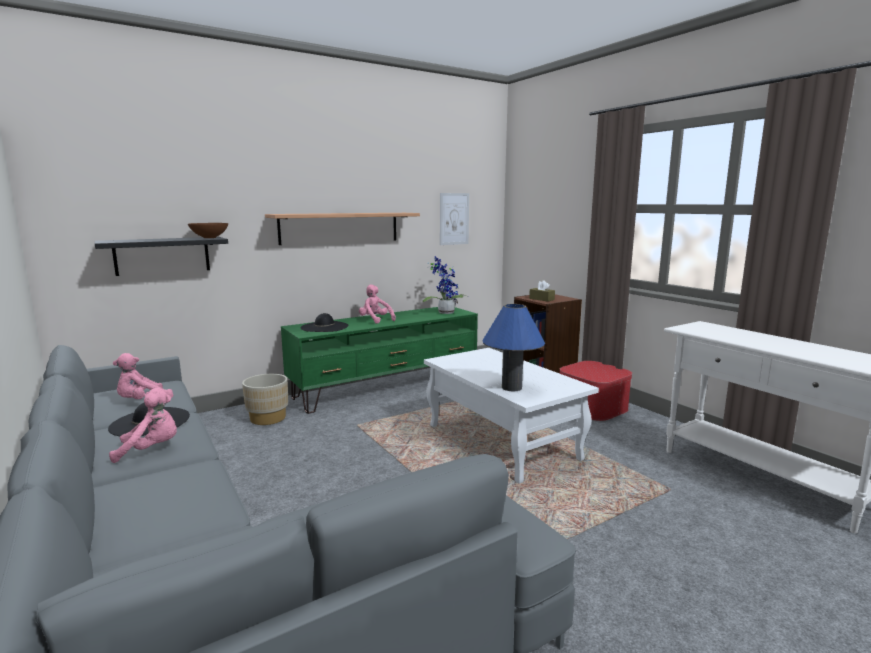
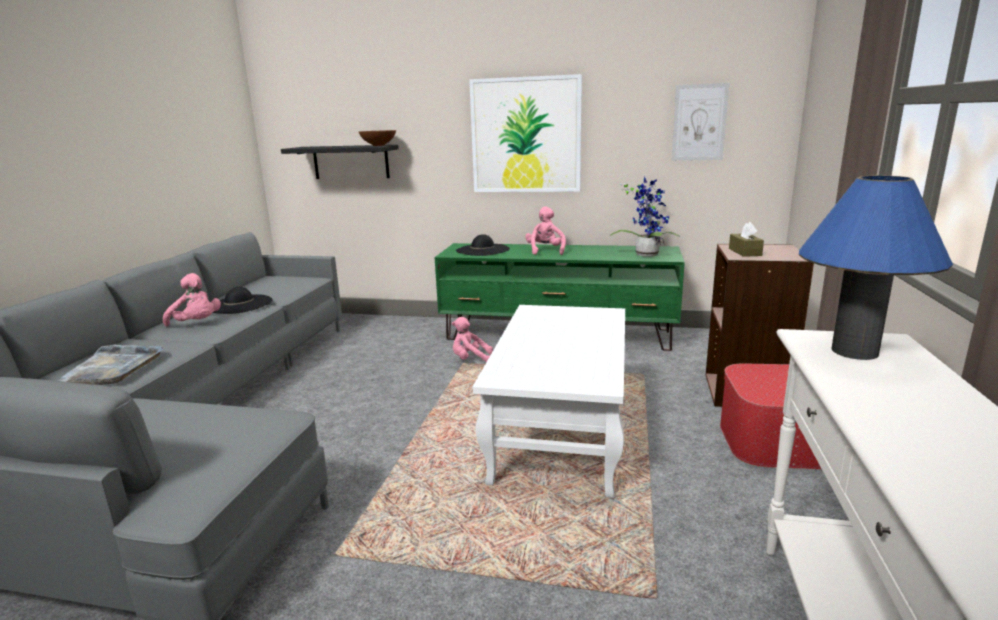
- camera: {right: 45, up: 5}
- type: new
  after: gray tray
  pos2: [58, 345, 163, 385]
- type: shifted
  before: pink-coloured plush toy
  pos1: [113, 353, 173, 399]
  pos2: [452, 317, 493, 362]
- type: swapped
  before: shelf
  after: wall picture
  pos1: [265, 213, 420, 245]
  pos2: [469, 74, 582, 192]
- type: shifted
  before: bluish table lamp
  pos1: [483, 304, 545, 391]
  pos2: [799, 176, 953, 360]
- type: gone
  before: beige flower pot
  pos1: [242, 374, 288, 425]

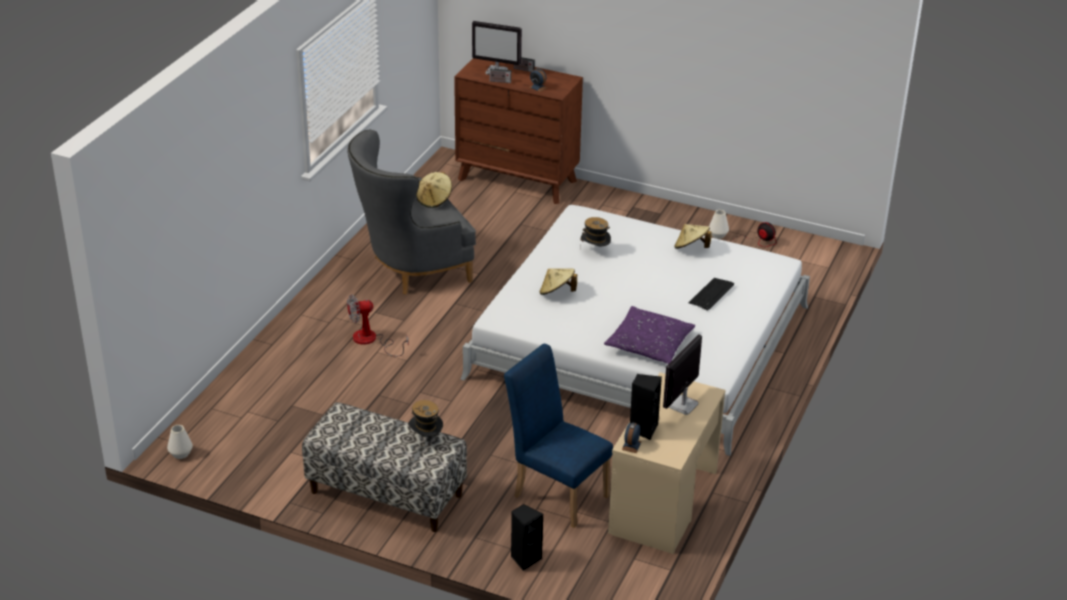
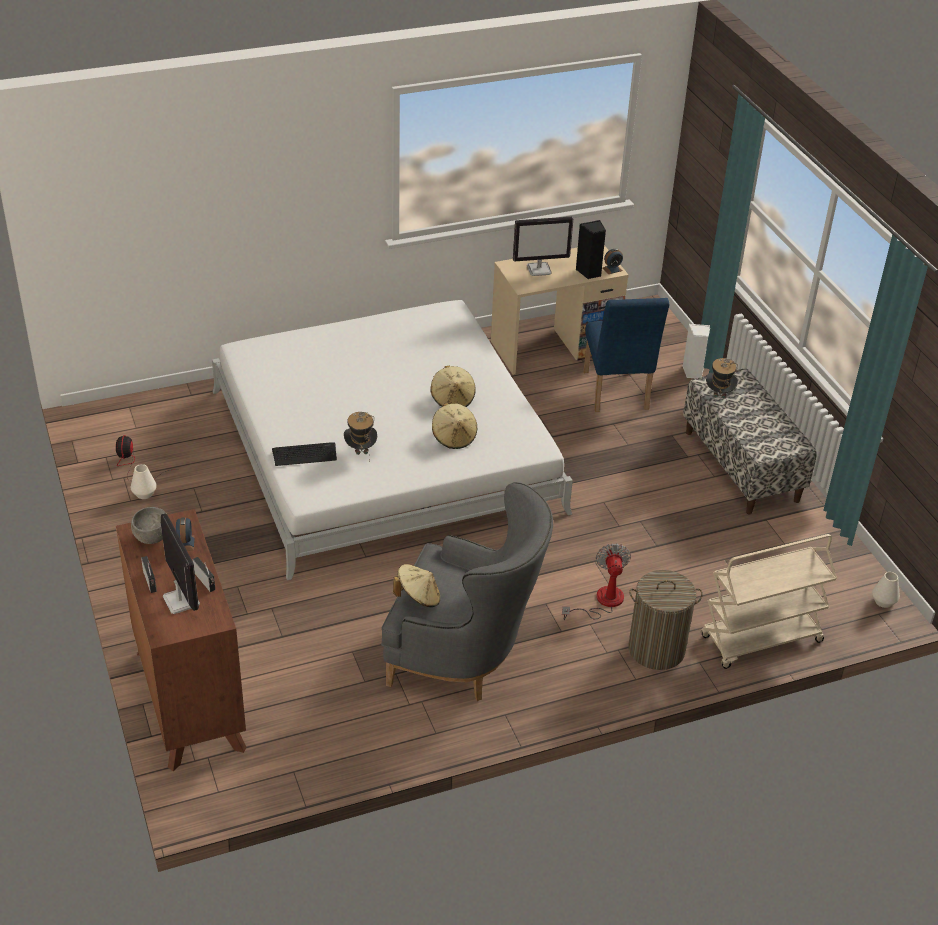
- camera: {right: -135, up: 5}
- type: new
  after: gray deep dish
  pos2: [131, 507, 165, 544]
- type: shifted
  before: PC keyboard
  pos1: [689, 278, 734, 311]
  pos2: [272, 442, 337, 466]
- type: shifted
  before: beige wearable hat
  pos1: [674, 224, 712, 249]
  pos2: [430, 366, 476, 407]
- type: rotated
  before: cooling fan
  pos1: [347, 294, 409, 357]
  pos2: [562, 543, 631, 620]
  turn: -120
- type: new
  after: hamper
  pos2: [629, 570, 703, 670]
- type: repainted
  before: black-coloured audio speaker
  after: white audio speaker
  pos1: [511, 504, 543, 571]
  pos2: [682, 324, 710, 378]
- type: new
  after: beige wheeled cart
  pos2: [701, 534, 837, 669]
- type: gone
  before: purple-coloured throw pillow
  pos1: [604, 306, 695, 364]

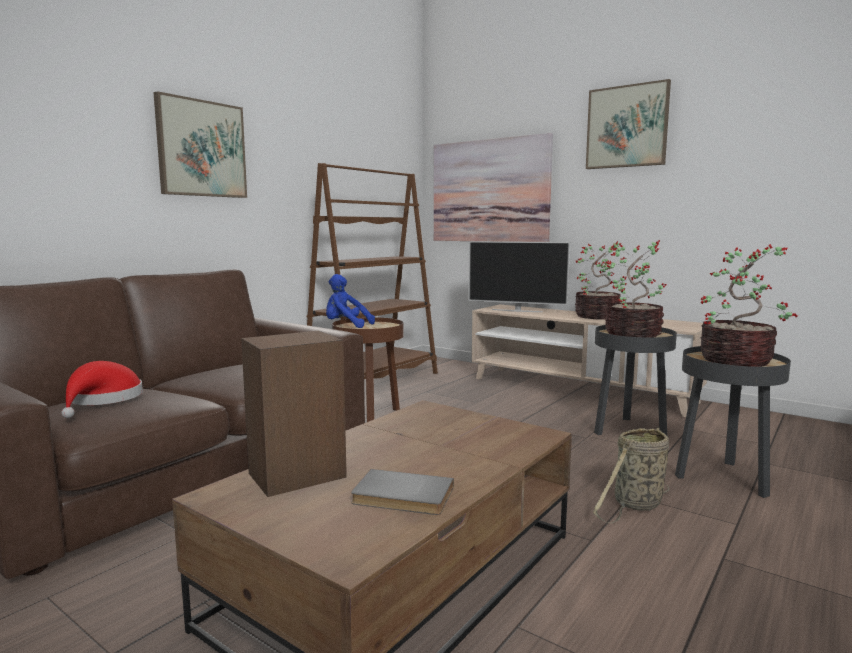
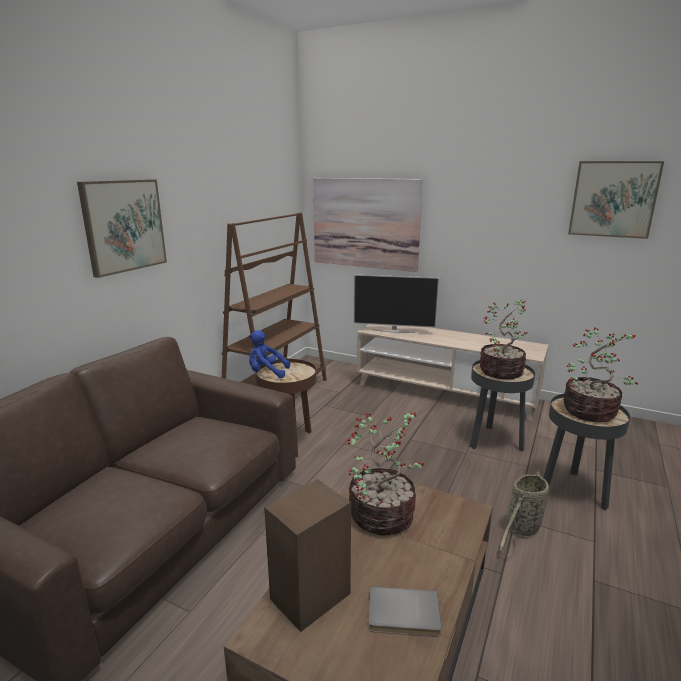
- camera: {right: -10, up: 10}
- type: shifted
  before: potted plant
  pos1: [574, 241, 627, 320]
  pos2: [345, 412, 424, 536]
- type: shifted
  before: wall picture
  pos1: [586, 79, 671, 169]
  pos2: [568, 161, 664, 239]
- type: gone
  before: reddish wearable hat
  pos1: [61, 361, 143, 418]

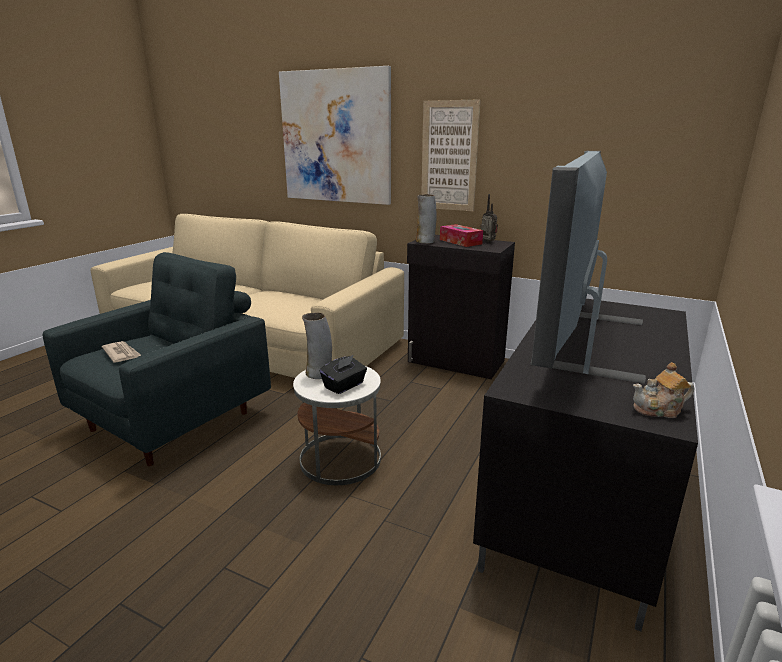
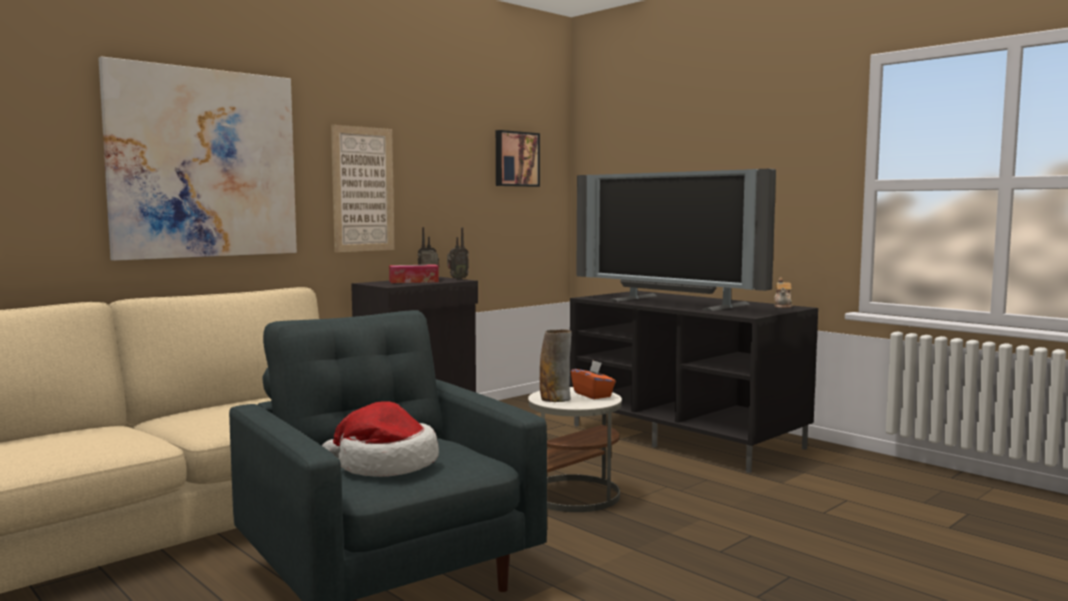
- camera: {right: -70, up: -15}
- type: swapped
  before: newspaper
  after: wearable hat
  pos1: [102, 341, 142, 363]
  pos2: [322, 401, 439, 477]
- type: new
  after: radio receiver
  pos2: [447, 227, 469, 280]
- type: new
  after: wall picture
  pos2: [496, 130, 540, 187]
- type: repainted
  before: black-coloured tissue holder
  after: orangey tissue holder
  pos1: [320, 355, 367, 394]
  pos2: [571, 360, 616, 399]
- type: gone
  before: flower vase
  pos1: [415, 194, 436, 244]

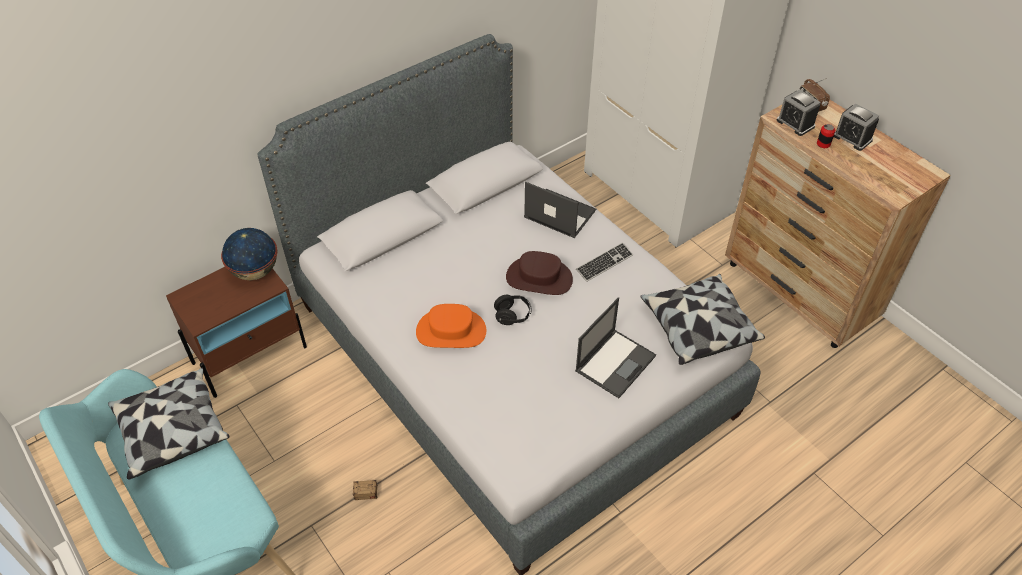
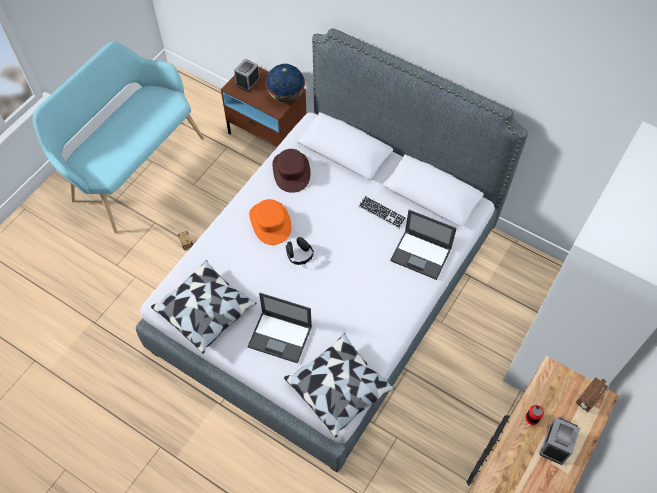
- camera: {right: 70, up: 10}
- type: shifted
  before: throw pillow
  pos1: [108, 368, 230, 479]
  pos2: [151, 260, 256, 354]
- type: shifted
  before: bedside clock
  pos1: [776, 89, 821, 136]
  pos2: [234, 59, 260, 92]
- type: shifted
  before: brown wearable hat
  pos1: [506, 251, 573, 295]
  pos2: [273, 149, 310, 193]
- type: shifted
  before: PC keyboard
  pos1: [576, 242, 633, 282]
  pos2: [358, 196, 407, 229]
- type: rotated
  before: notebook computer
  pos1: [524, 181, 596, 238]
  pos2: [390, 210, 457, 280]
  turn: 105

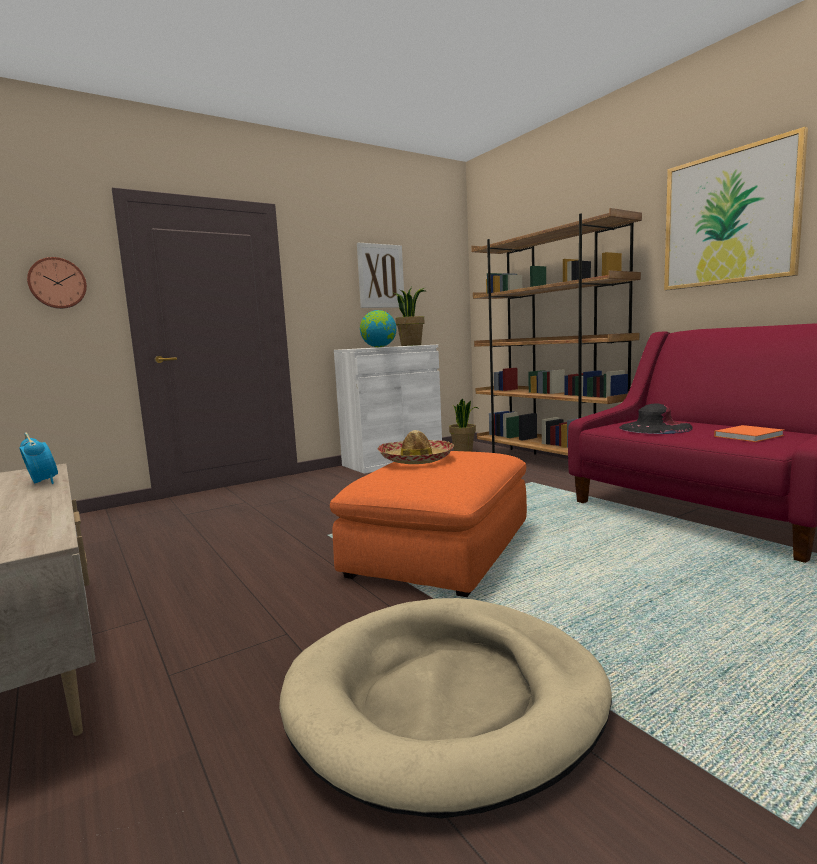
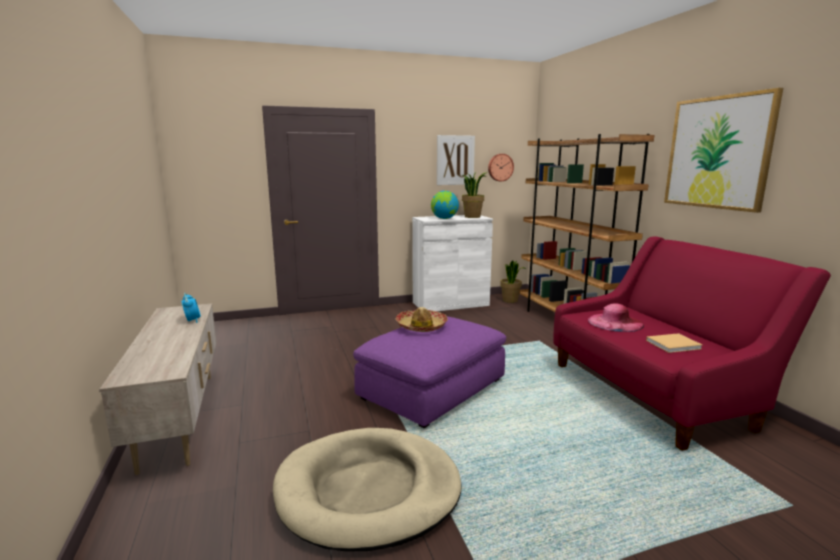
- camera: {right: 15, up: 5}
- type: repainted
  before: orangey ottoman
  after: purple-coloured ottoman
  pos1: [330, 451, 527, 597]
  pos2: [353, 316, 506, 428]
- type: shifted
  before: wall clock
  pos1: [27, 257, 87, 309]
  pos2: [488, 154, 514, 181]
- type: repainted
  before: black-coloured wearable hat
  after: pink-coloured wearable hat
  pos1: [620, 403, 693, 434]
  pos2: [588, 303, 644, 332]
- type: repainted
  before: orangey book
  after: beige book
  pos1: [714, 425, 784, 442]
  pos2: [646, 333, 702, 353]

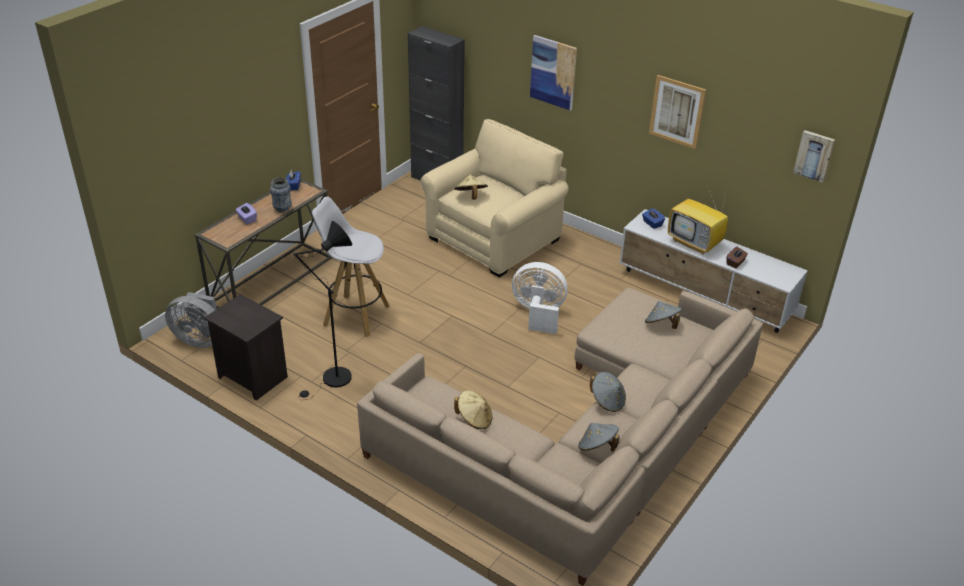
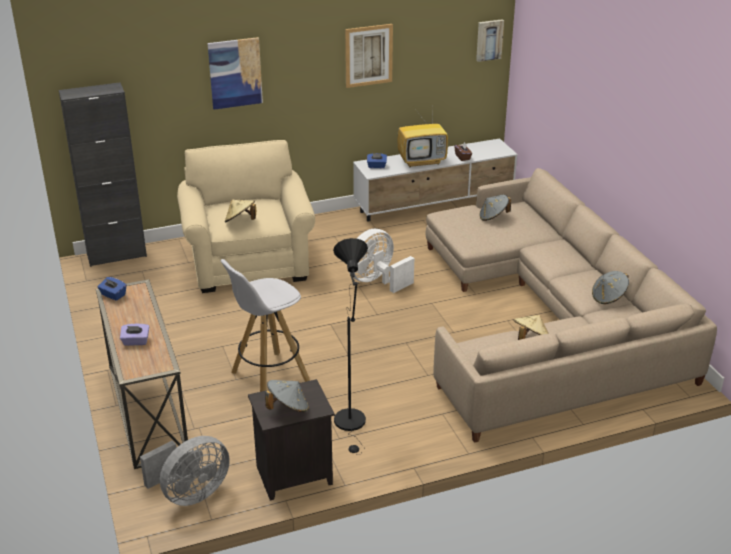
- camera: {right: -55, up: -5}
- type: shifted
  before: gray wearable hat
  pos1: [590, 372, 626, 412]
  pos2: [265, 380, 309, 412]
- type: gone
  before: flower vase
  pos1: [270, 177, 292, 213]

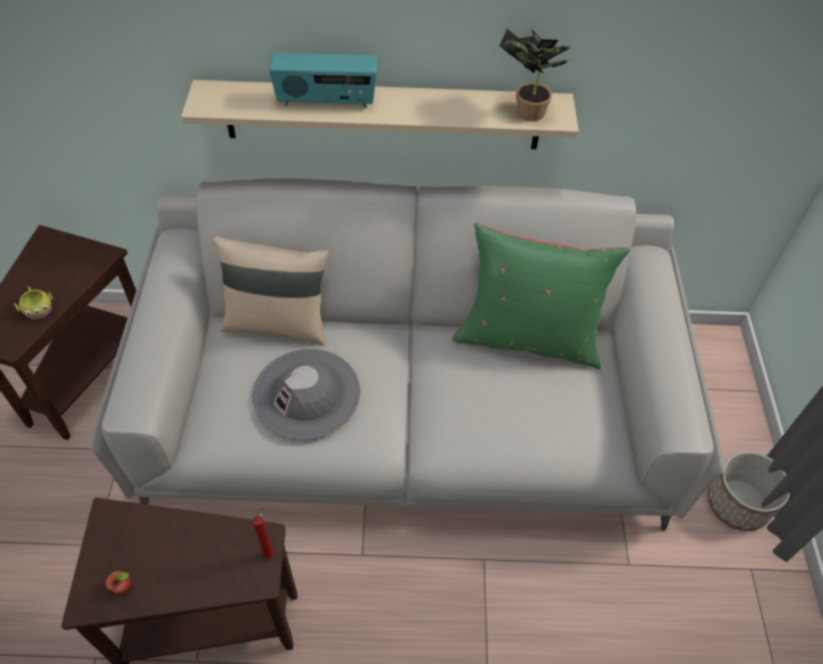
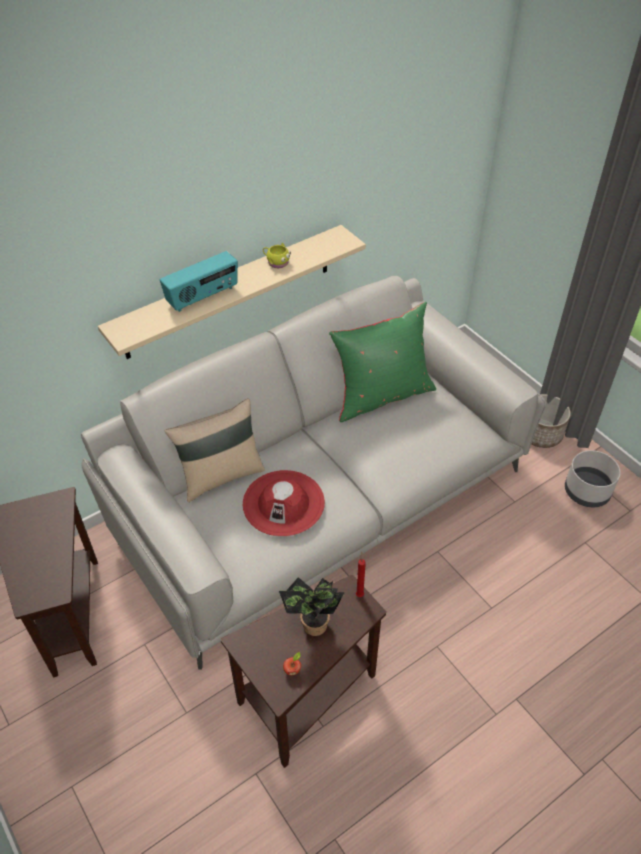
- camera: {right: -35, up: -5}
- type: repainted
  before: gray wearable hat
  after: reddish wearable hat
  pos1: [253, 349, 360, 440]
  pos2: [243, 470, 325, 537]
- type: shifted
  before: yellow-coloured tea mug
  pos1: [14, 286, 53, 320]
  pos2: [263, 243, 291, 268]
- type: shifted
  before: potted plant
  pos1: [499, 29, 571, 121]
  pos2: [279, 577, 345, 636]
- type: new
  after: gray flower pot
  pos2: [565, 450, 621, 507]

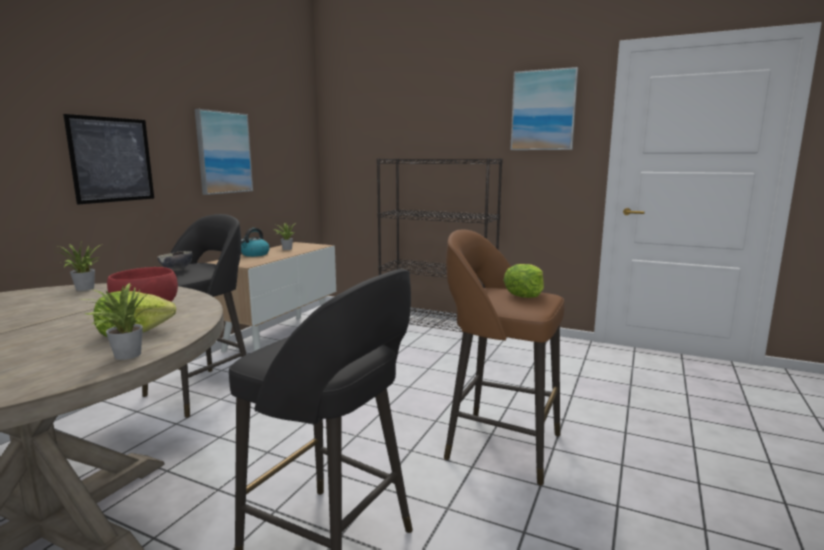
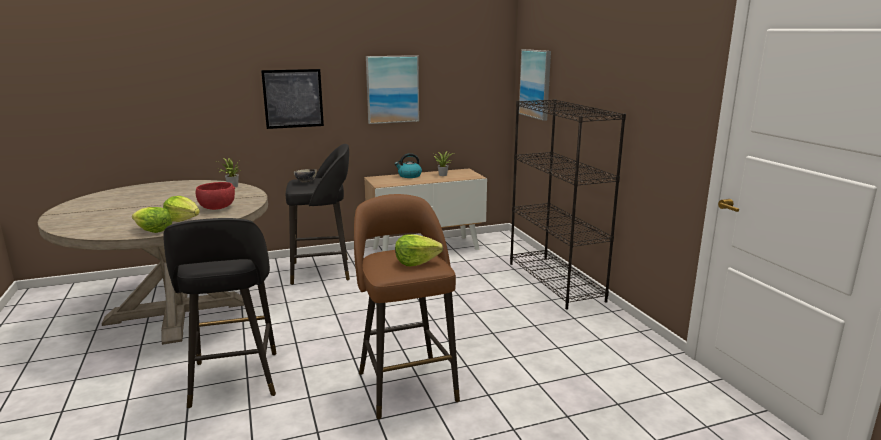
- camera: {right: 45, up: 5}
- type: swapped
  before: potted plant
  after: lettuce head
  pos1: [77, 283, 154, 360]
  pos2: [132, 207, 172, 233]
- type: shifted
  before: wall picture
  pos1: [510, 67, 578, 150]
  pos2: [519, 49, 551, 121]

